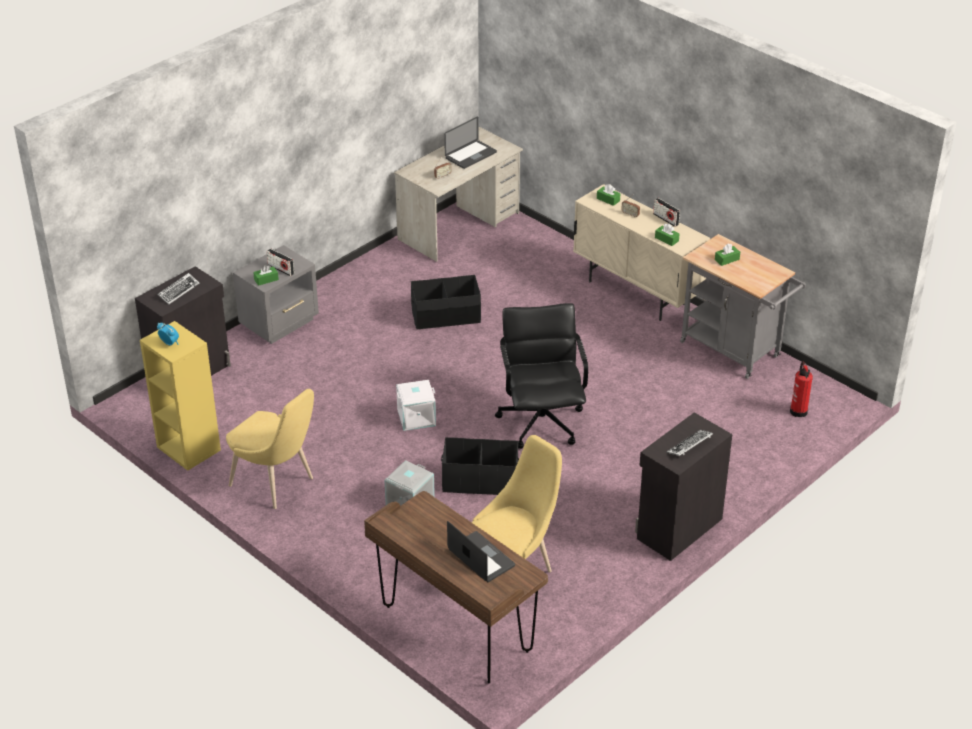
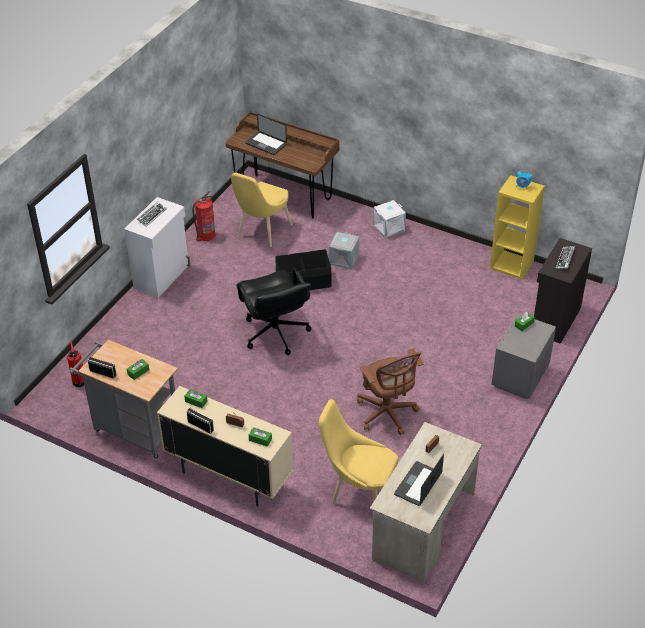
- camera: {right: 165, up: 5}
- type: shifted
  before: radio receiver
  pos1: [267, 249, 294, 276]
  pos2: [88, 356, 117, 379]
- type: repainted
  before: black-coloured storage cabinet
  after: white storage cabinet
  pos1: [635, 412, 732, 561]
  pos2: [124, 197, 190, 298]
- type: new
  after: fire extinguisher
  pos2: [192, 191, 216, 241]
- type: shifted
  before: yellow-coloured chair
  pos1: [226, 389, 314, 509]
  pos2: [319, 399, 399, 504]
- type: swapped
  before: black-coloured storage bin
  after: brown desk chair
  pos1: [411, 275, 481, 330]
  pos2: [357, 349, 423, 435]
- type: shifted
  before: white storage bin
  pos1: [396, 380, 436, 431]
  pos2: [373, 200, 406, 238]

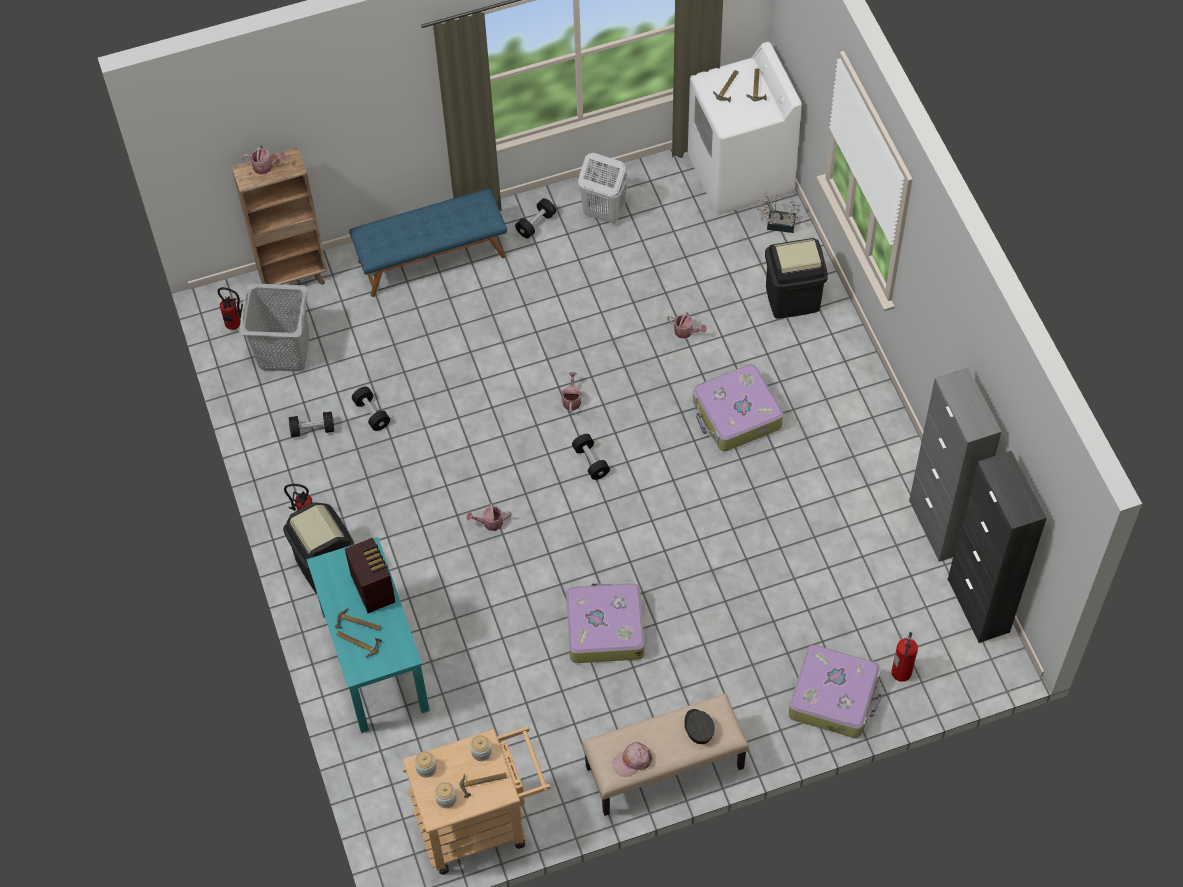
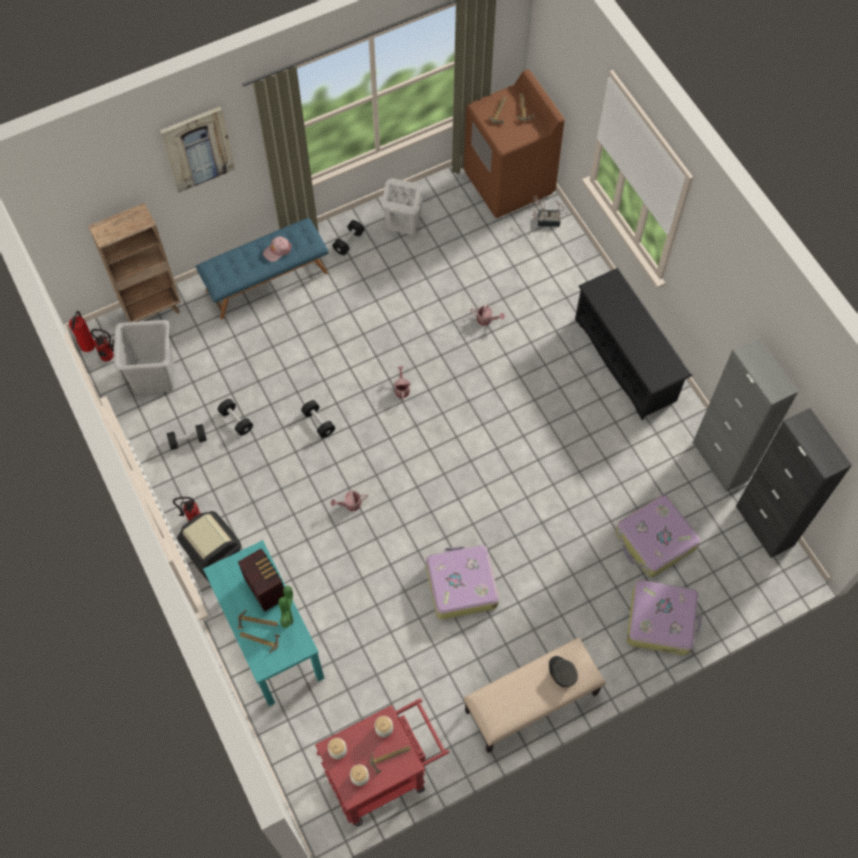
- camera: {right: -10, up: 5}
- type: shifted
  before: fire extinguisher
  pos1: [892, 632, 918, 682]
  pos2: [69, 311, 95, 352]
- type: new
  after: wall picture
  pos2: [160, 106, 235, 193]
- type: shifted
  before: pink-coloured baseball cap
  pos1: [612, 742, 653, 777]
  pos2: [263, 236, 292, 262]
- type: new
  after: potted plant
  pos2: [278, 586, 294, 628]
- type: shifted
  before: black-coloured hand weight
  pos1: [572, 434, 610, 480]
  pos2: [301, 400, 335, 438]
- type: repainted
  before: beige wheeled cart
  after: reddish wheeled cart
  pos1: [402, 727, 551, 875]
  pos2: [315, 698, 449, 826]
- type: repainted
  before: white washing machine
  after: brown washing machine
  pos1: [688, 42, 802, 215]
  pos2: [464, 70, 565, 218]
- type: new
  after: black-coloured shoe rack
  pos2: [575, 268, 692, 420]
- type: shifted
  before: suitcase
  pos1: [693, 364, 783, 451]
  pos2: [615, 495, 700, 577]
- type: gone
  before: watering can
  pos1: [242, 145, 286, 175]
- type: gone
  before: black-coloured rubbish bin
  pos1: [765, 238, 828, 319]

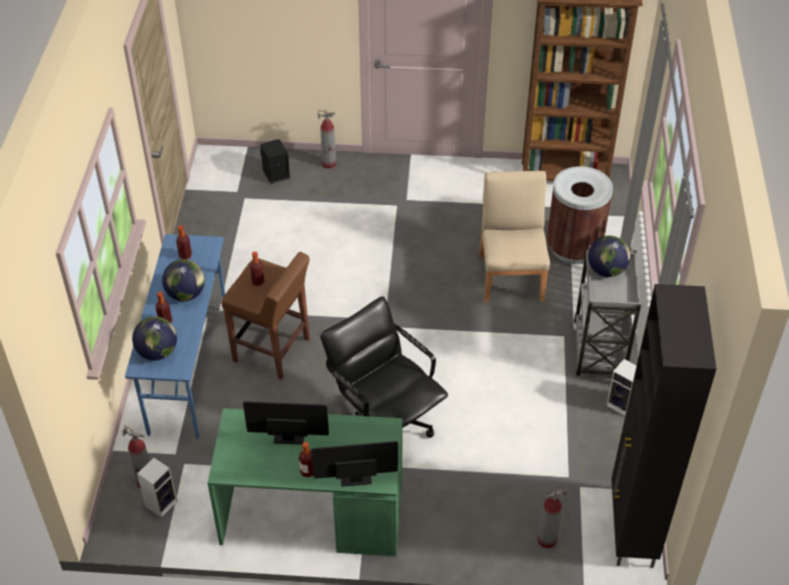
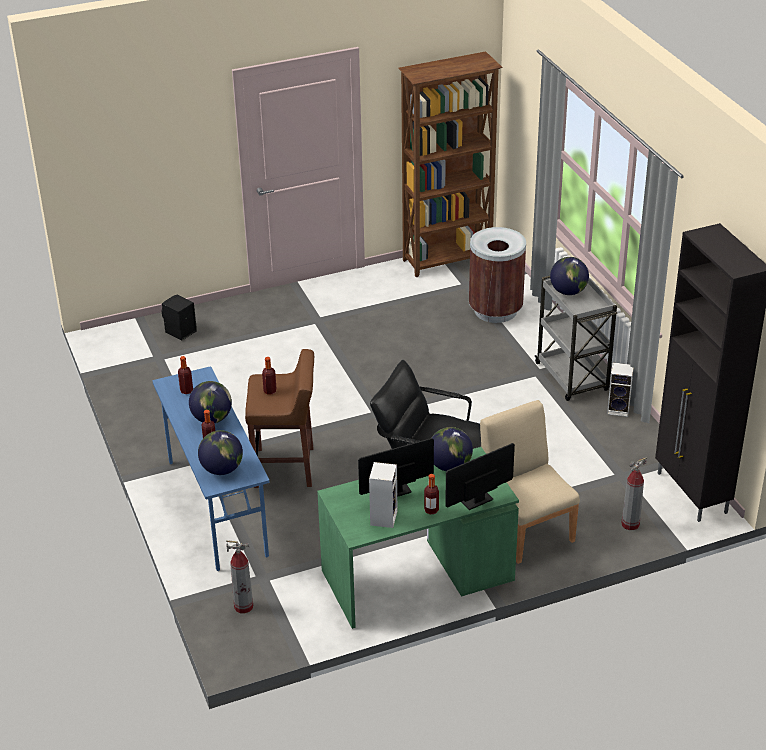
- camera: {right: -25, up: -10}
- type: shifted
  before: audio speaker
  pos1: [137, 458, 178, 518]
  pos2: [369, 462, 398, 528]
- type: new
  after: world globe
  pos2: [432, 427, 473, 471]
- type: shifted
  before: beige chair
  pos1: [479, 171, 550, 303]
  pos2: [480, 400, 580, 564]
- type: gone
  before: fire extinguisher
  pos1: [318, 110, 336, 169]

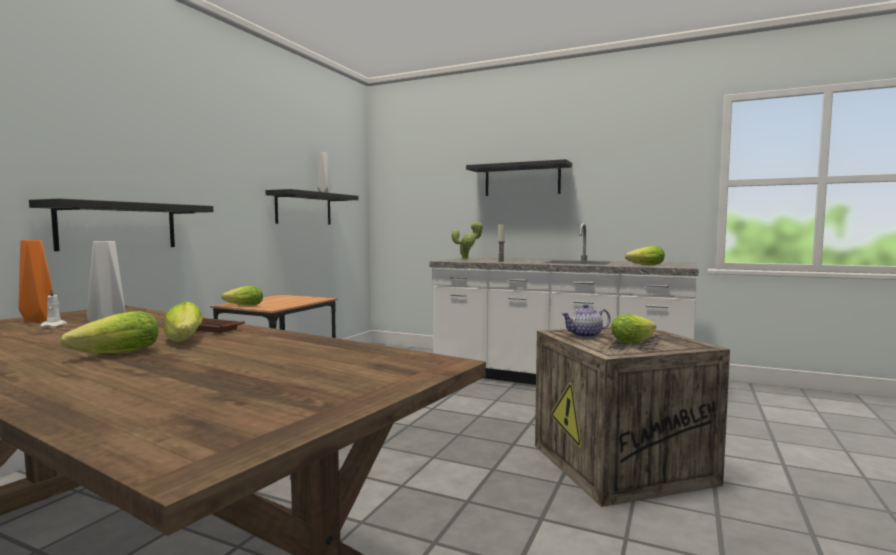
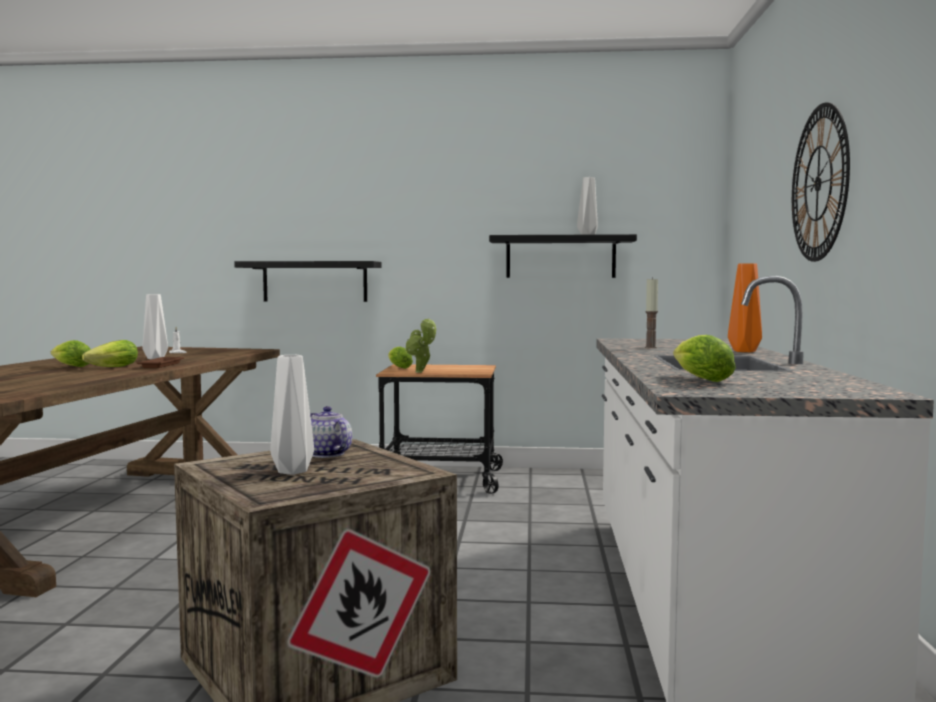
- camera: {right: 70, up: 0}
- type: swapped
  before: lettuce head
  after: white flower vase
  pos1: [611, 314, 656, 343]
  pos2: [270, 355, 314, 475]
- type: shifted
  before: potted plant
  pos1: [452, 221, 483, 260]
  pos2: [405, 318, 436, 373]
- type: shifted
  before: orangey flower vase
  pos1: [19, 240, 54, 322]
  pos2: [728, 263, 762, 352]
- type: swapped
  before: black-coloured shelf
  after: wall clock
  pos1: [466, 159, 572, 196]
  pos2: [792, 102, 850, 262]

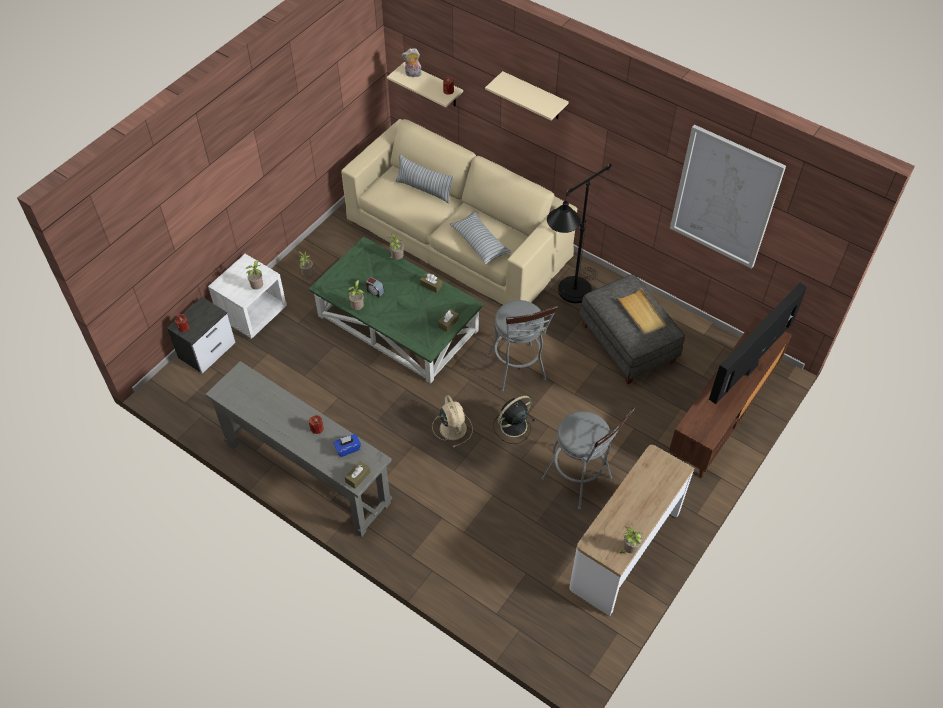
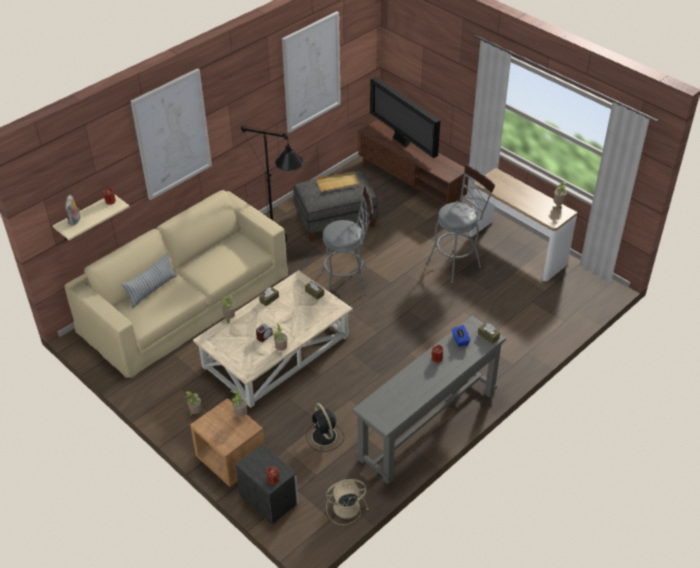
- camera: {right: -80, up: -10}
- type: swapped
  before: beige shelf
  after: wall picture
  pos1: [485, 71, 569, 121]
  pos2: [130, 68, 212, 200]
- type: repainted
  before: white nightstand
  after: brown nightstand
  pos1: [208, 254, 287, 339]
  pos2: [190, 398, 265, 487]
- type: repainted
  before: green lounge table
  after: beige lounge table
  pos1: [309, 237, 484, 384]
  pos2: [193, 270, 353, 408]
- type: shifted
  before: black-coloured cooling fan
  pos1: [493, 396, 535, 444]
  pos2: [306, 403, 344, 452]
- type: shifted
  before: beige cooling fan
  pos1: [432, 395, 473, 447]
  pos2: [326, 479, 368, 525]
- type: gone
  before: throw pillow
  pos1: [450, 212, 512, 265]

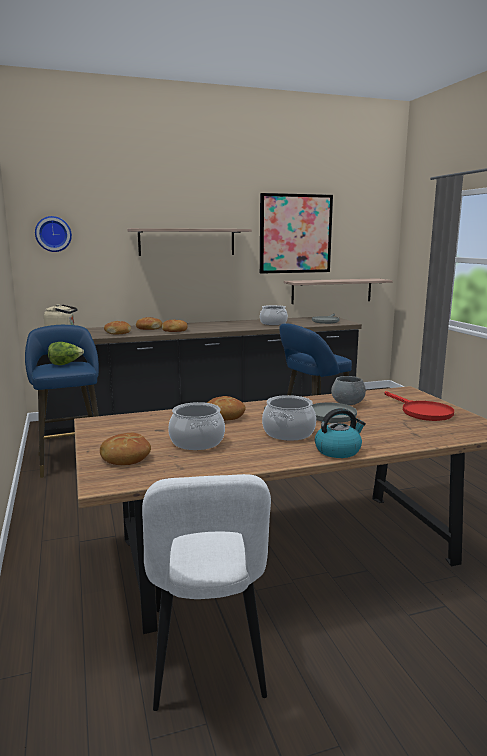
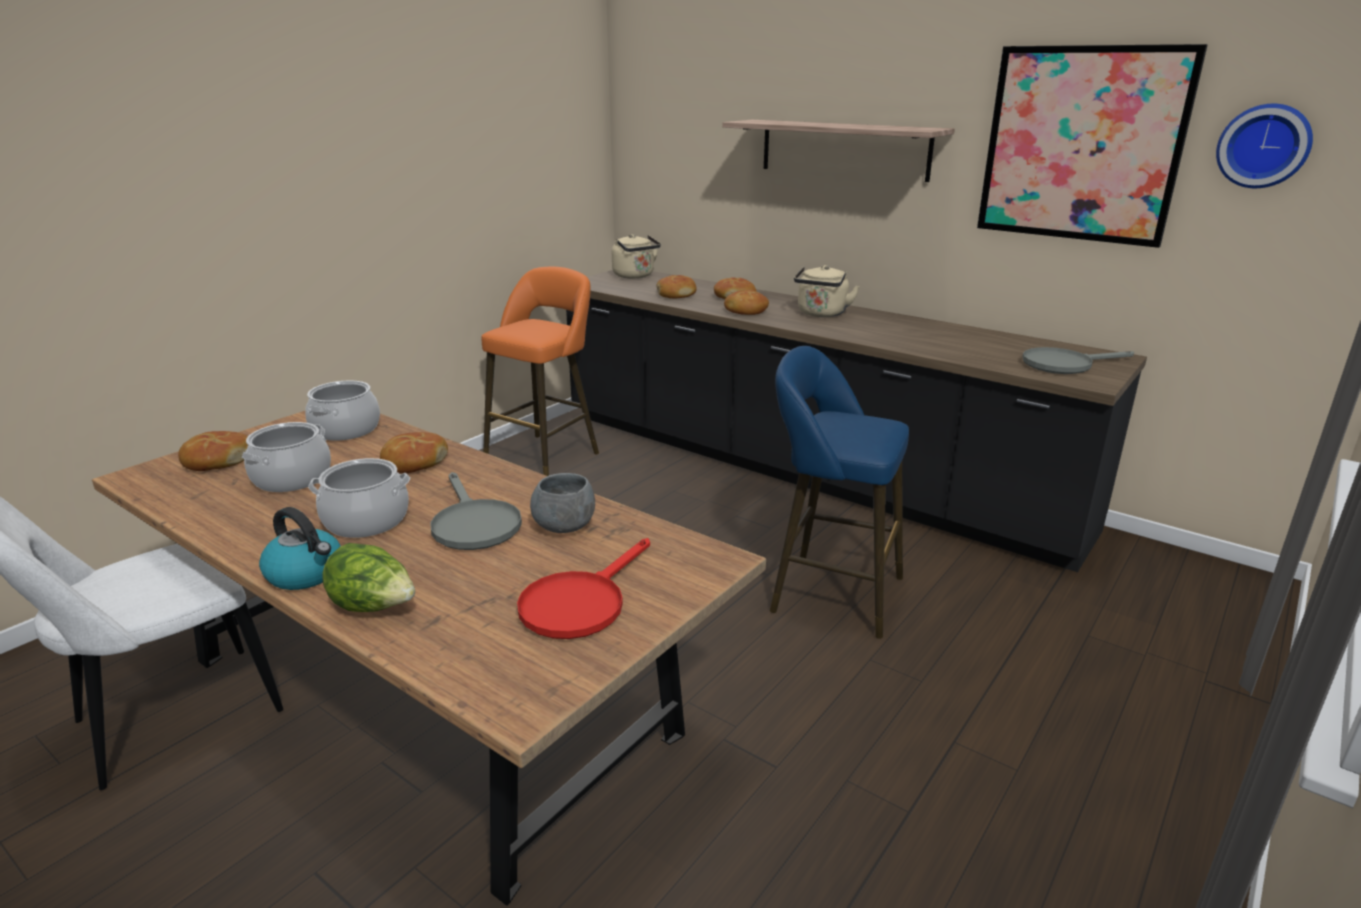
- camera: {right: 55, up: 10}
- type: shifted
  before: cooking pot
  pos1: [260, 305, 288, 325]
  pos2: [305, 381, 380, 440]
- type: shifted
  before: lettuce head
  pos1: [48, 342, 84, 365]
  pos2: [322, 543, 415, 612]
- type: repainted
  before: bluish stool seat
  after: orangey stool seat
  pos1: [25, 325, 99, 478]
  pos2: [481, 267, 599, 476]
- type: new
  after: beige kettle
  pos2: [794, 265, 860, 317]
- type: shifted
  before: wall clock
  pos1: [35, 216, 72, 252]
  pos2: [1216, 104, 1313, 188]
- type: gone
  before: shelf
  pos1: [284, 278, 393, 304]

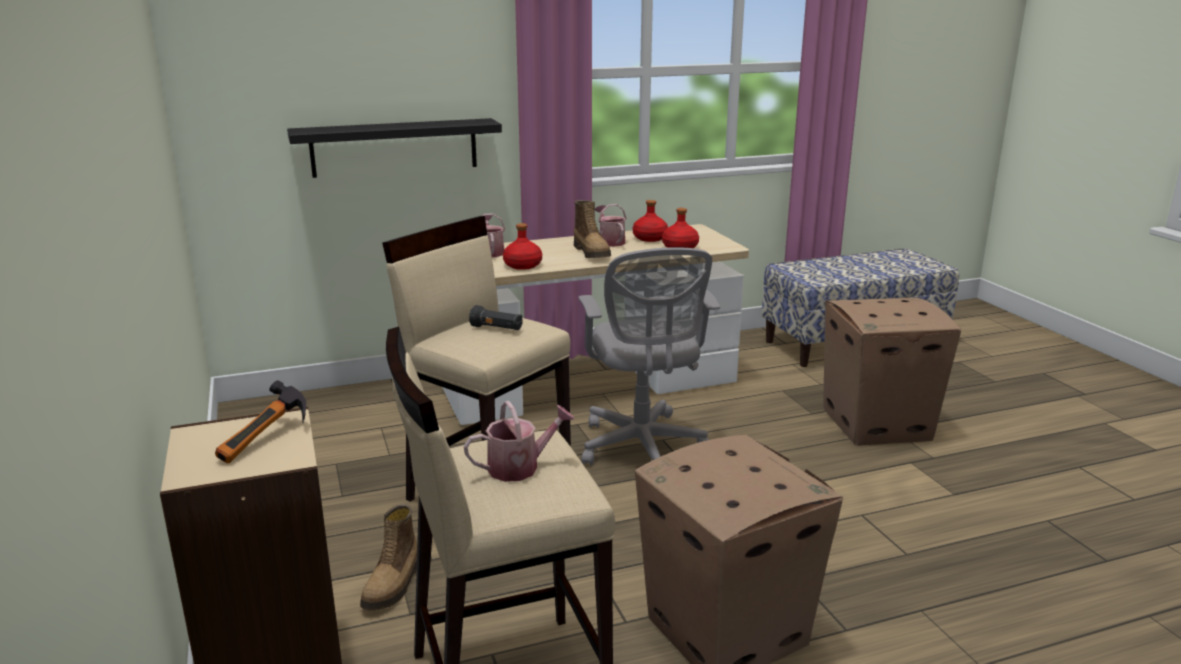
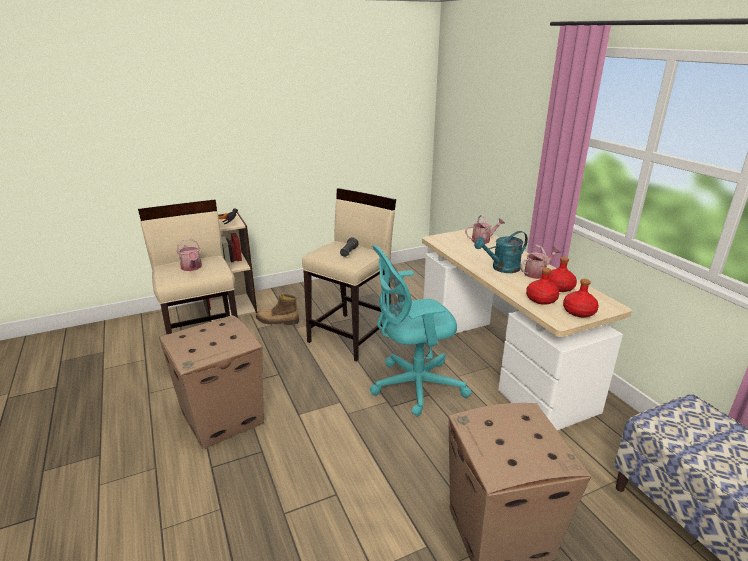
- camera: {right: 85, up: 5}
- type: repainted
  before: gray desk chair
  after: turquoise desk chair
  pos1: [579, 247, 720, 465]
  pos2: [369, 245, 472, 417]
- type: swapped
  before: high-top boot
  after: turquoise watering can
  pos1: [574, 200, 611, 258]
  pos2: [474, 231, 528, 273]
- type: shifted
  before: reddish drink bottle
  pos1: [503, 223, 542, 270]
  pos2: [563, 279, 599, 317]
- type: gone
  before: black-coloured shelf
  pos1: [287, 118, 502, 178]

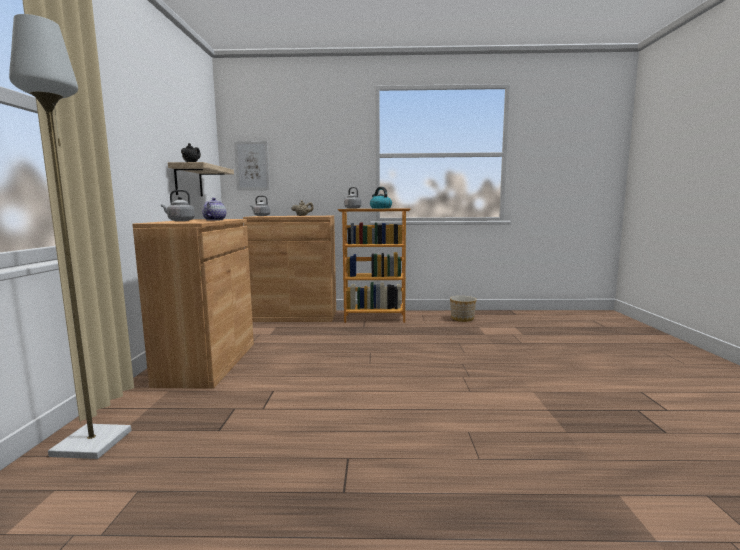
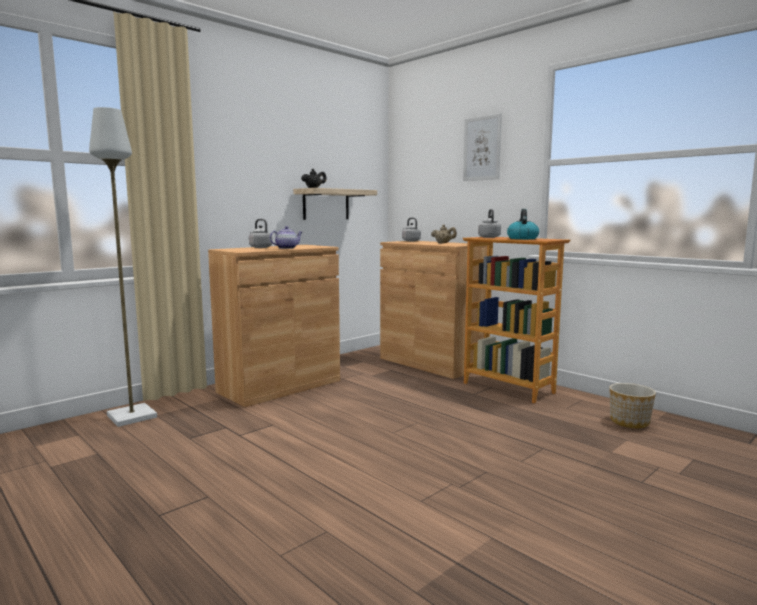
- camera: {right: 45, up: 0}
- type: shifted
  before: wall picture
  pos1: [234, 141, 270, 190]
  pos2: [463, 113, 502, 181]

